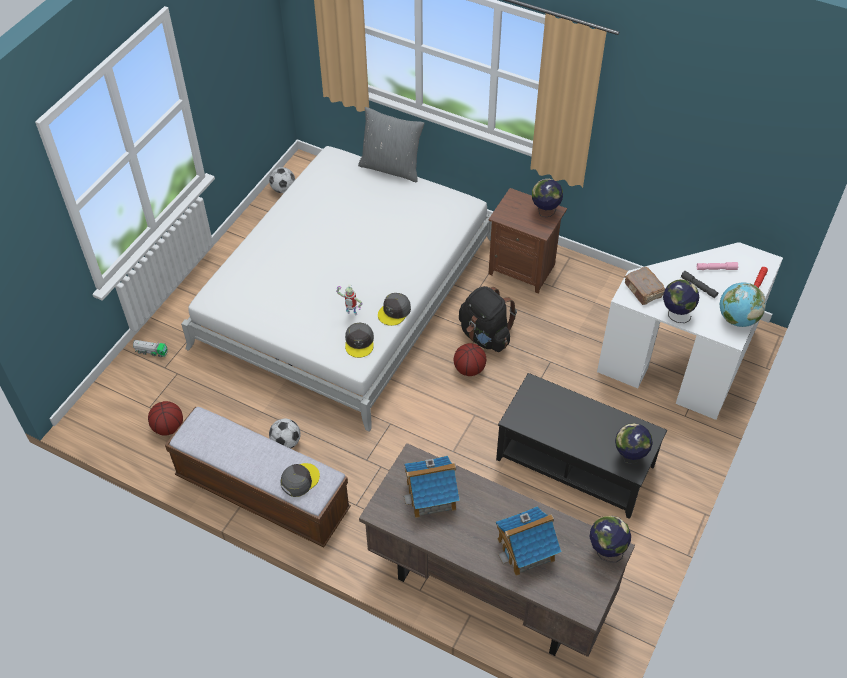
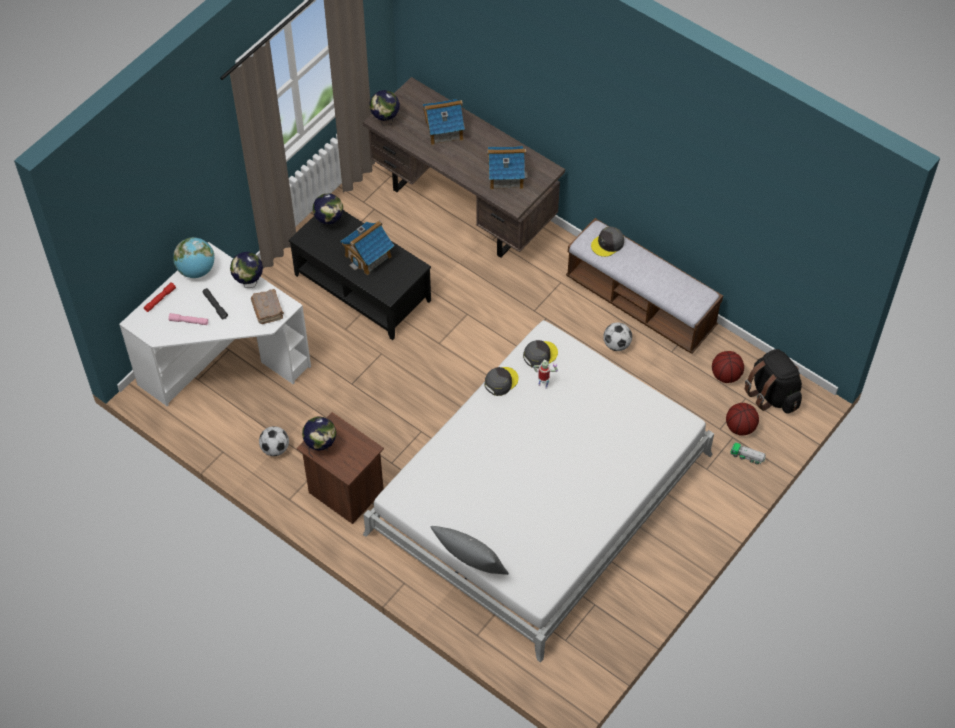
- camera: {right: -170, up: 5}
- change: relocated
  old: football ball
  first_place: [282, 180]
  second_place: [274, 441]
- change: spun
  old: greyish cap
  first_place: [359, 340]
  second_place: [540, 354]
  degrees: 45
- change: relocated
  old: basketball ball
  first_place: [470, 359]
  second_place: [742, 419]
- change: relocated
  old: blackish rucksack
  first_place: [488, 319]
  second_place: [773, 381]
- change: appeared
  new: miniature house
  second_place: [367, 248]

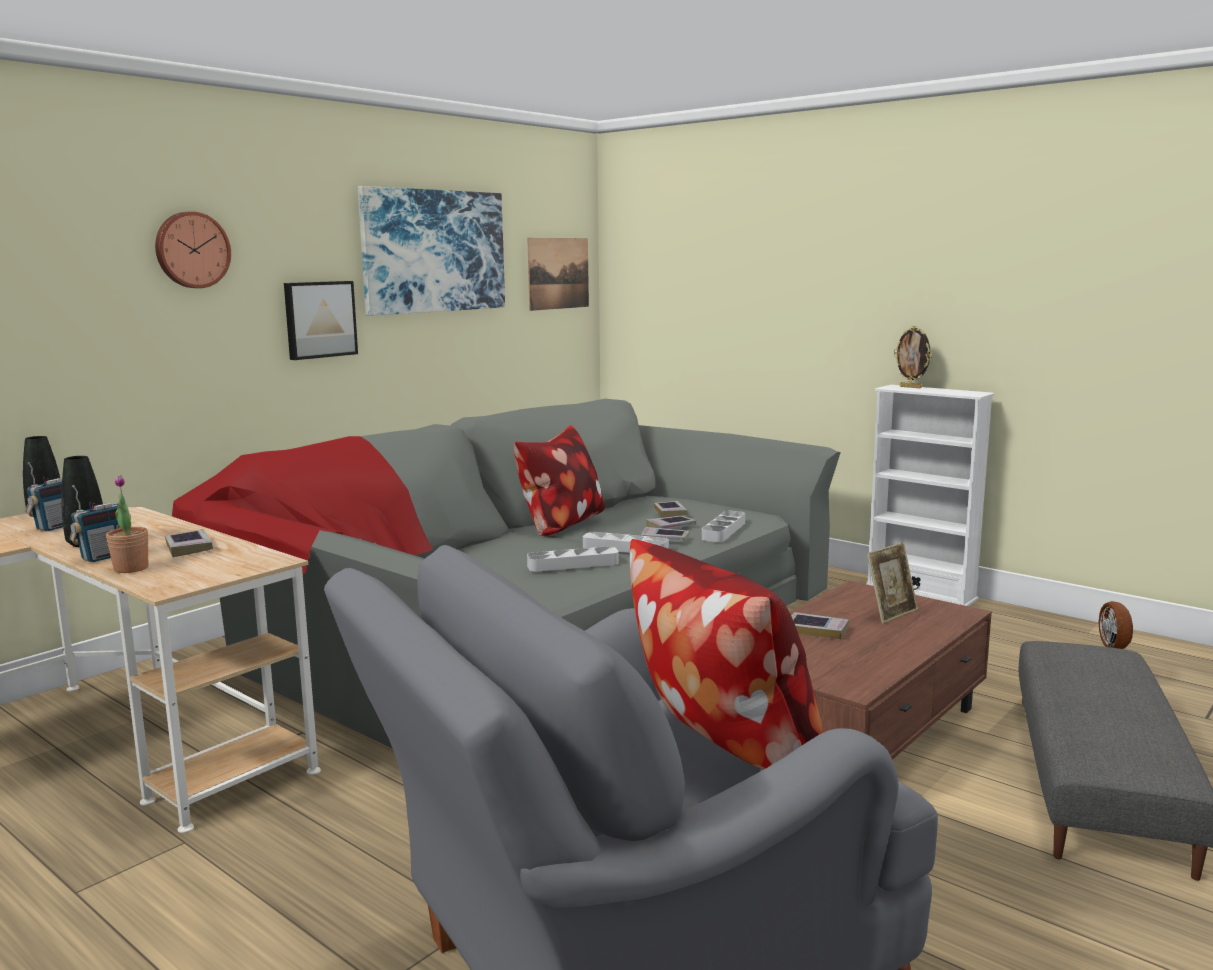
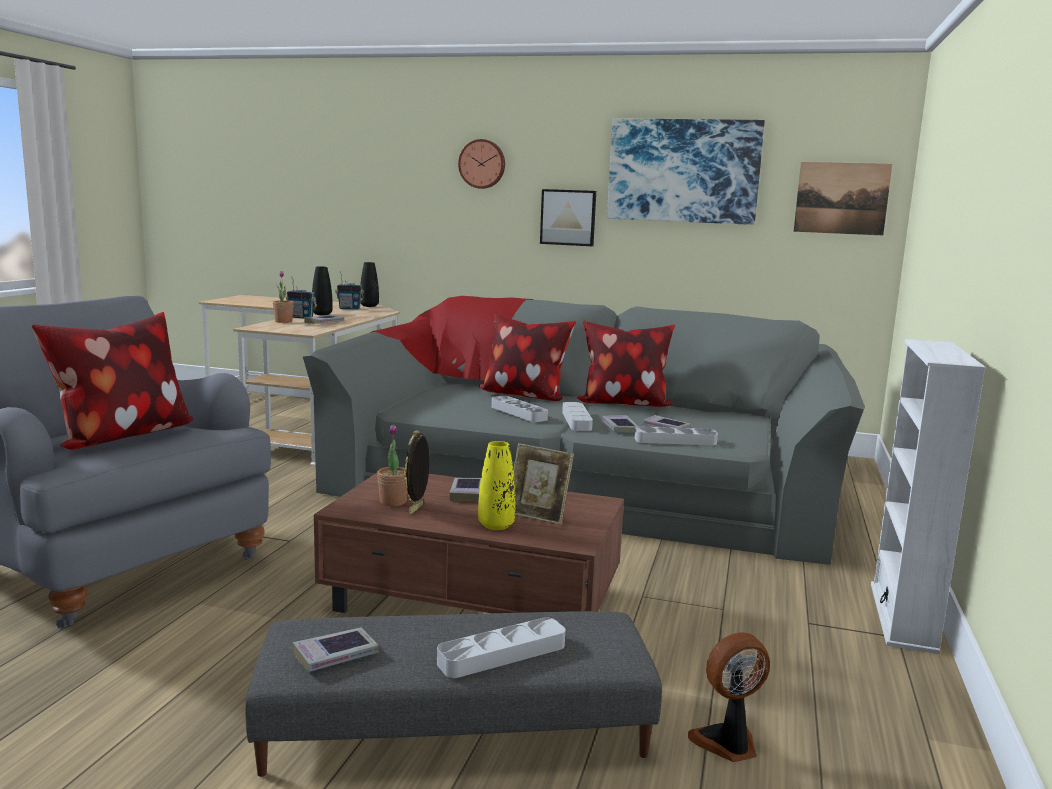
- camera: {right: 65, up: 0}
- change: relocated
  old: book
  first_place: [671, 509]
  second_place: [336, 650]
- change: relocated
  old: standing frame
  first_place: [913, 357]
  second_place: [416, 472]
- change: appeared
  new: houseplant
  second_place: [392, 465]
- change: appeared
  new: greyish serving tray
  second_place: [501, 647]
- change: appeared
  new: yellow flower vase
  second_place: [497, 485]
- change: appeared
  new: cushion
  second_place: [527, 357]

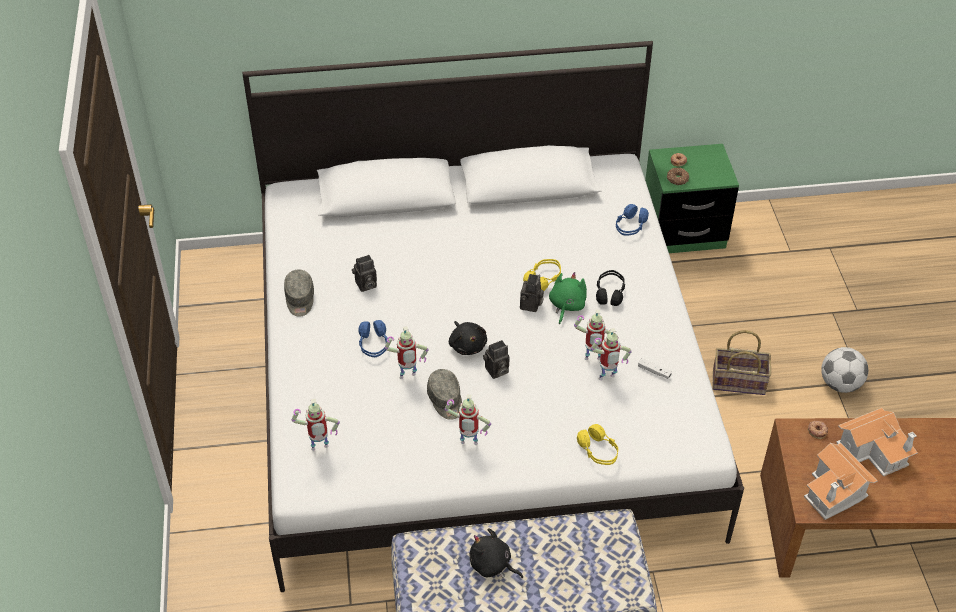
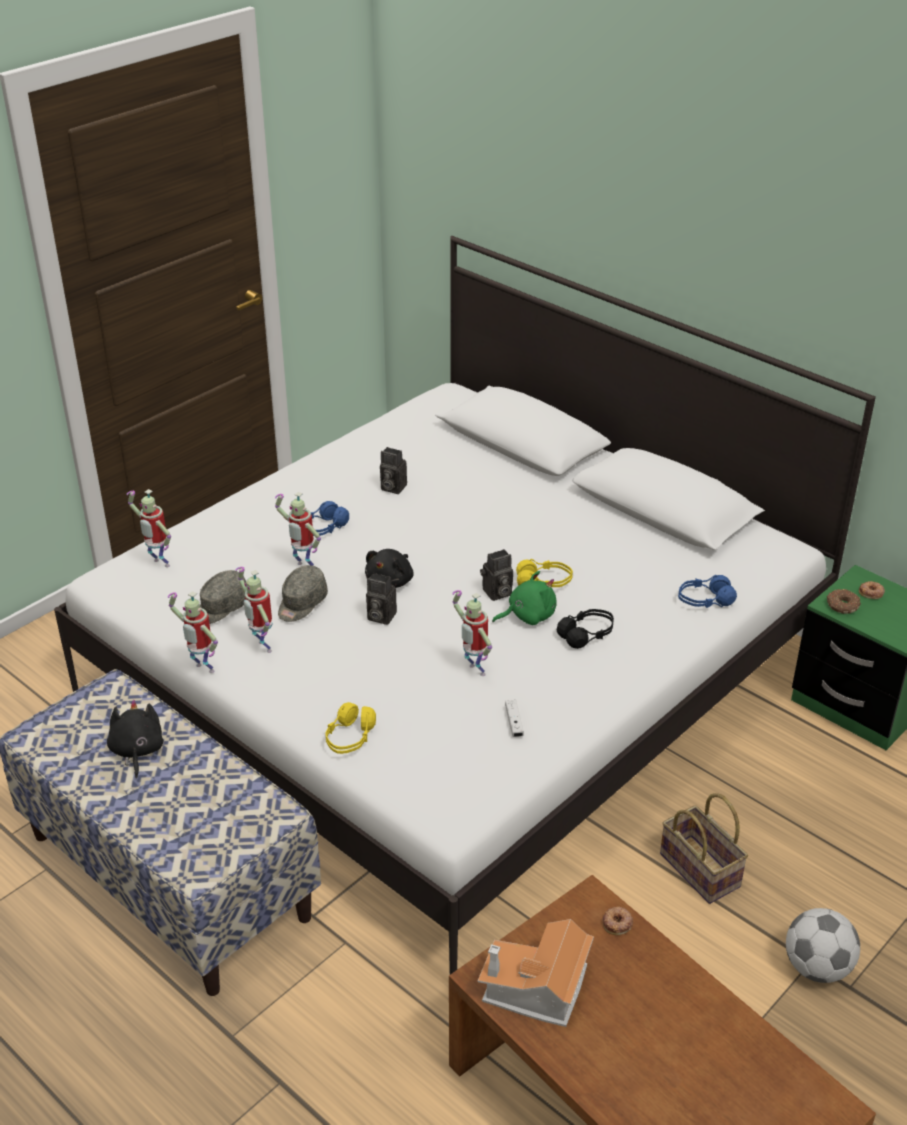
- camera: {right: 50, up: -10}
- change: relocated
  old: greyish cap
  first_place: [299, 293]
  second_place: [223, 597]
- change: relocated
  old: toy robot
  first_place: [611, 354]
  second_place: [193, 632]
- change: missing
  old: miniature house
  first_place: [877, 442]

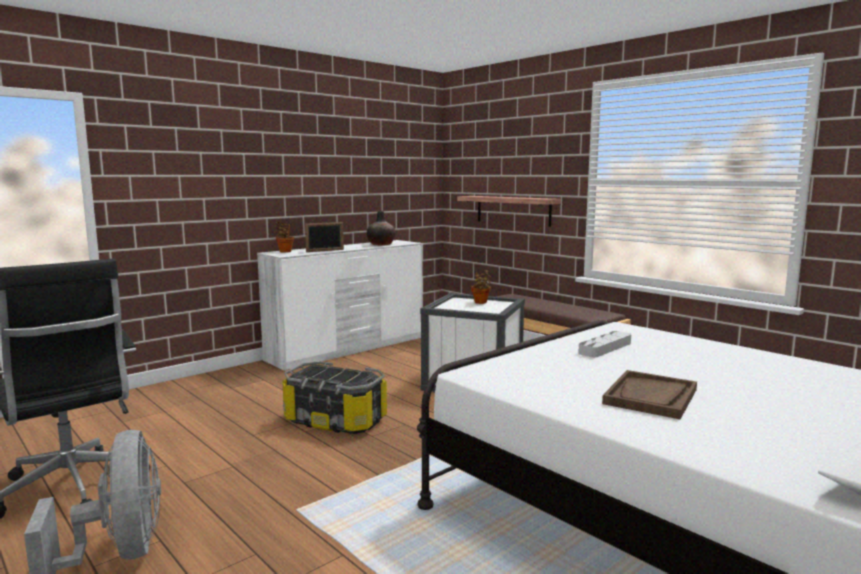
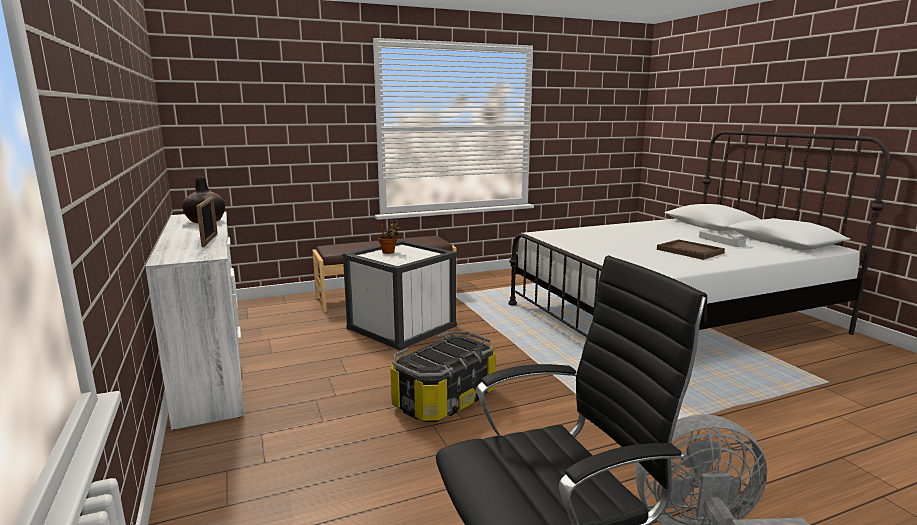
- camera: {right: -70, up: 5}
- change: missing
  old: houseplant
  first_place: [284, 237]
- change: missing
  old: wall shelf
  first_place: [509, 211]
- change: relocated
  old: greyish serving tray
  first_place: [604, 344]
  second_place: [722, 238]

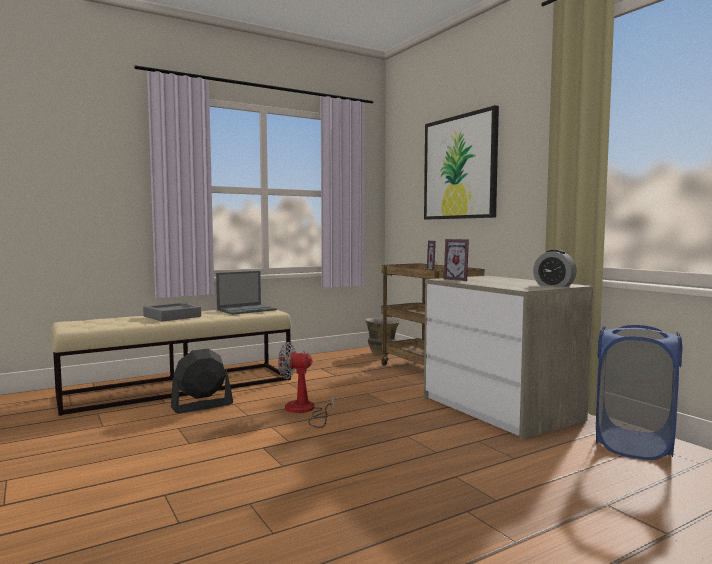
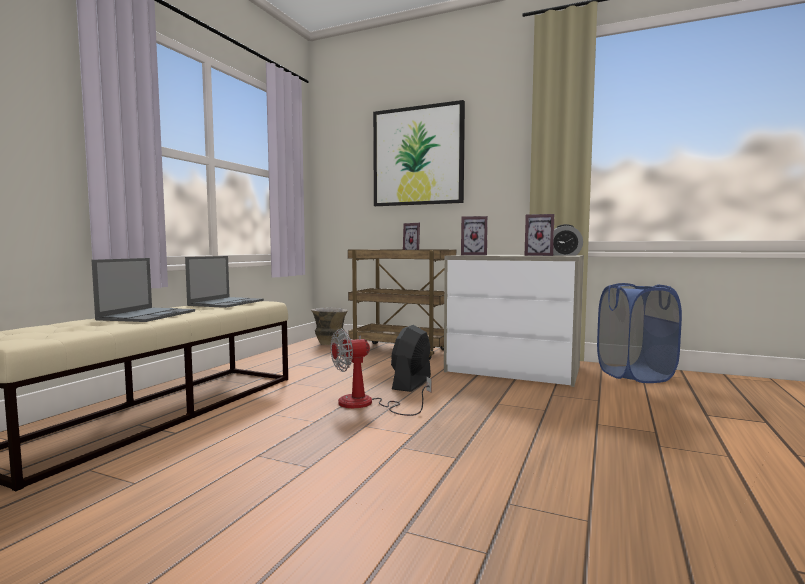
- camera: {right: -35, up: 0}
- change: exchanged
  old: greyish serving tray
  new: portable computer
  first_place: [172, 312]
  second_place: [143, 290]
- change: relocated
  old: blackish fan
  first_place: [202, 381]
  second_place: [411, 358]
- change: appeared
  new: standing frame
  second_place: [539, 235]

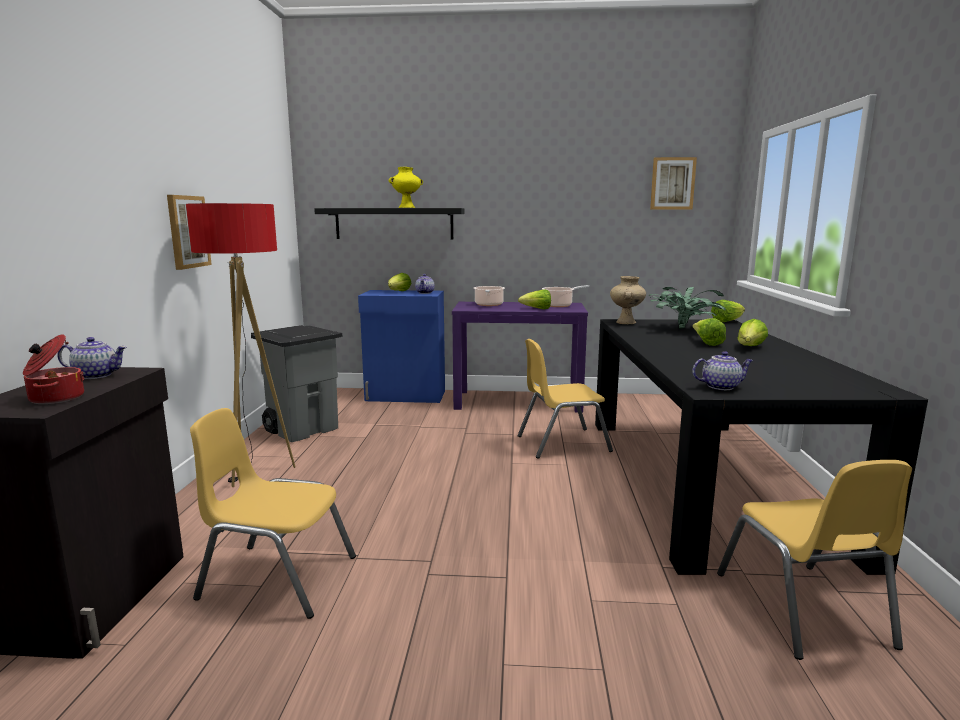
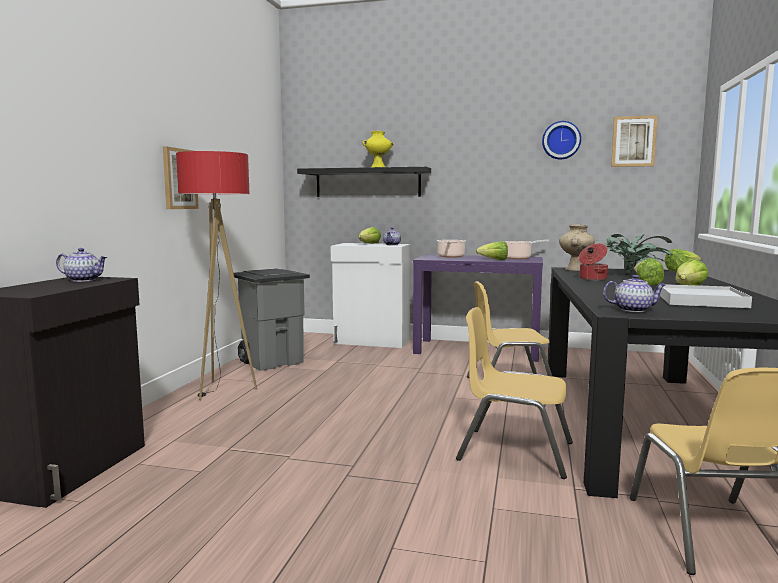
- camera: {right: 10, up: -5}
- change: relocated
  old: stockpot
  first_place: [54, 369]
  second_place: [593, 262]
- change: relocated
  old: yellow plain chair
  first_place: [273, 513]
  second_place: [514, 393]
- change: colour
  old: blue cupboard
  new: whitish cupboard
  first_place: [401, 346]
  second_place: [371, 295]
- change: appeared
  new: clock on the wall
  second_place: [561, 140]
- change: appeared
  new: whitish serving tray
  second_place: [706, 296]

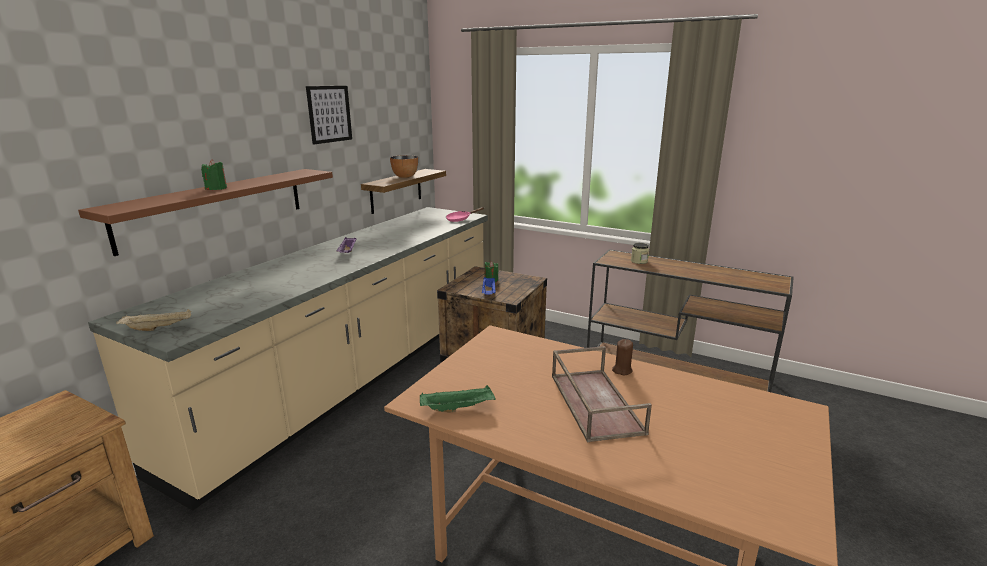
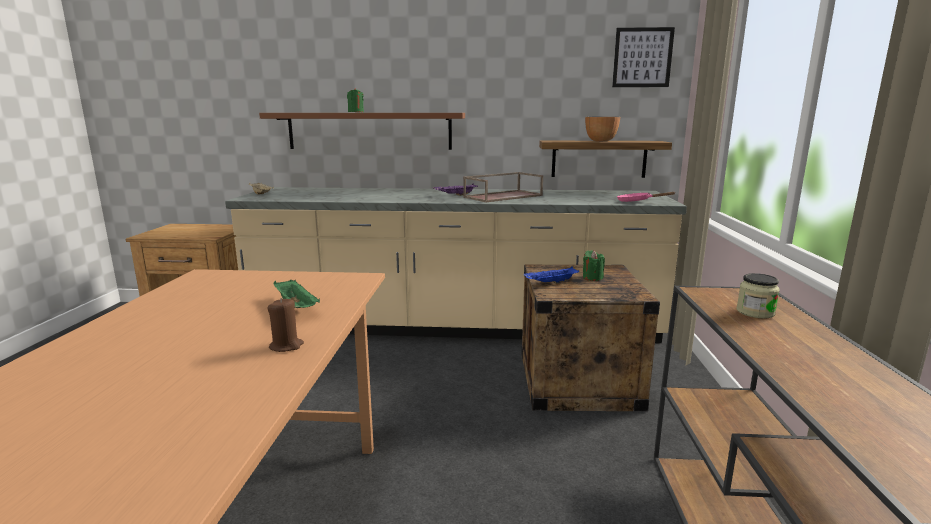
- camera: {right: 65, up: -5}
- change: relocated
  old: wall art
  first_place: [329, 115]
  second_place: [643, 57]
- change: relocated
  old: green-coloured serving tray
  first_place: [458, 398]
  second_place: [297, 294]
- change: relocated
  old: brown serving tray
  first_place: [602, 394]
  second_place: [503, 187]

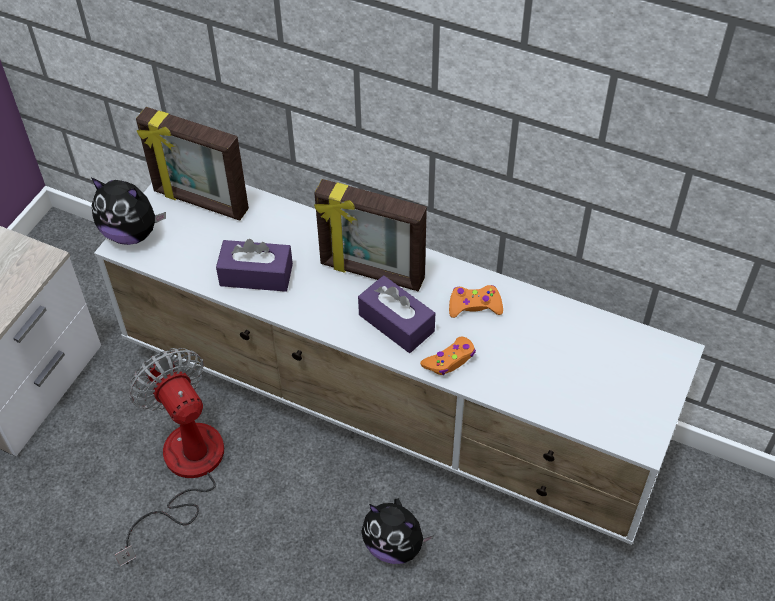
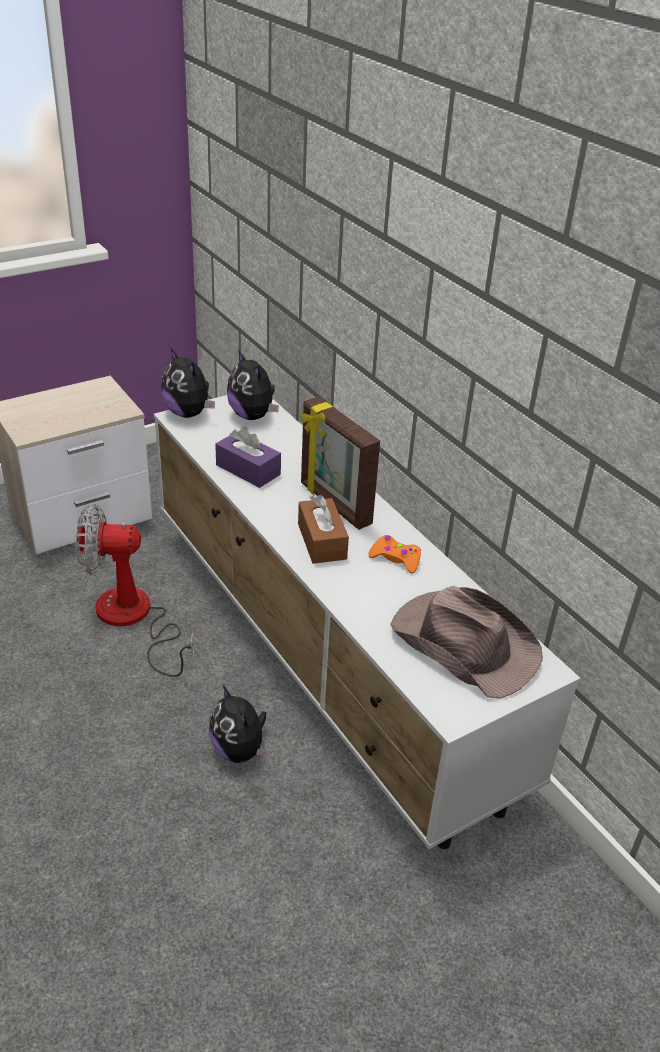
- camera: {right: 30, up: -15}
- change: spun
  old: fan
  first_place: [169, 457]
  second_place: [135, 590]
  degrees: -90
- change: exchanged
  old: standing frame
  new: soft toy
  first_place: [192, 164]
  second_place: [253, 385]
- change: colour
  old: purplish tissue box
  new: brown tissue box
  first_place: [396, 314]
  second_place: [323, 529]
- change: missing
  old: orange-coloured joypad
  first_place: [448, 356]
- change: appeared
  new: brown wearable hat
  second_place: [466, 642]

